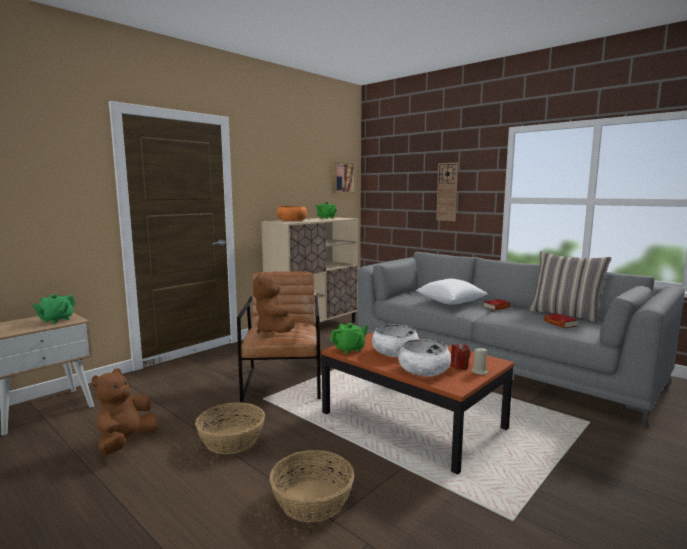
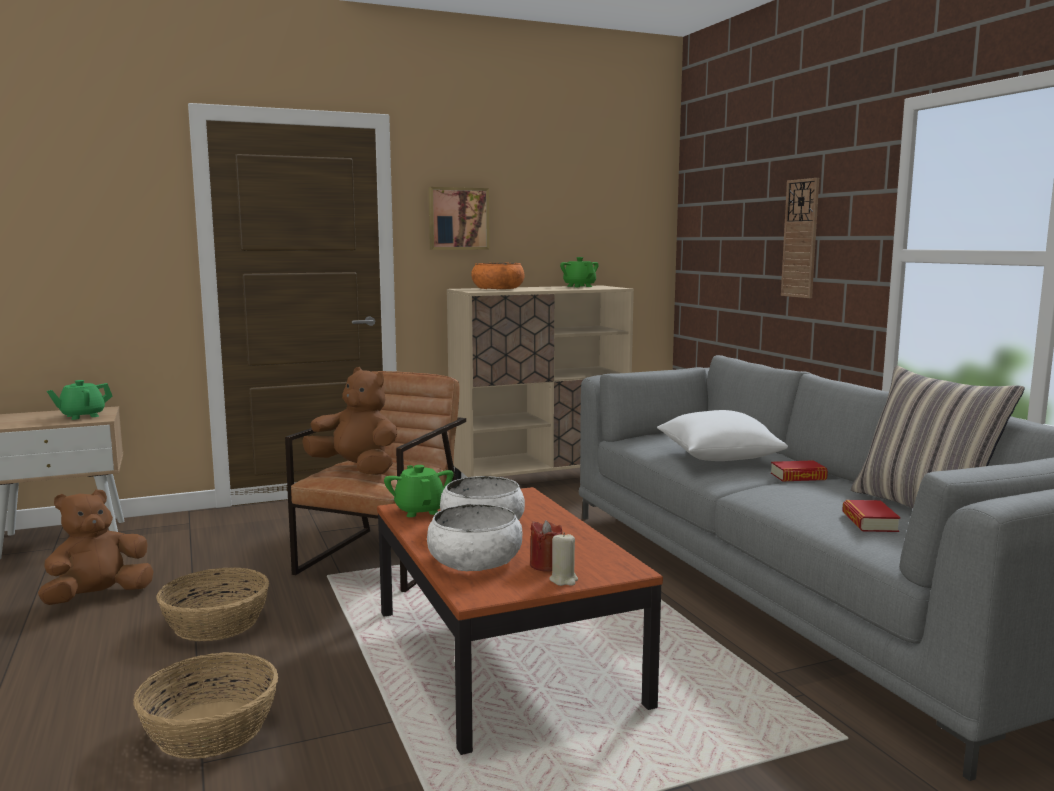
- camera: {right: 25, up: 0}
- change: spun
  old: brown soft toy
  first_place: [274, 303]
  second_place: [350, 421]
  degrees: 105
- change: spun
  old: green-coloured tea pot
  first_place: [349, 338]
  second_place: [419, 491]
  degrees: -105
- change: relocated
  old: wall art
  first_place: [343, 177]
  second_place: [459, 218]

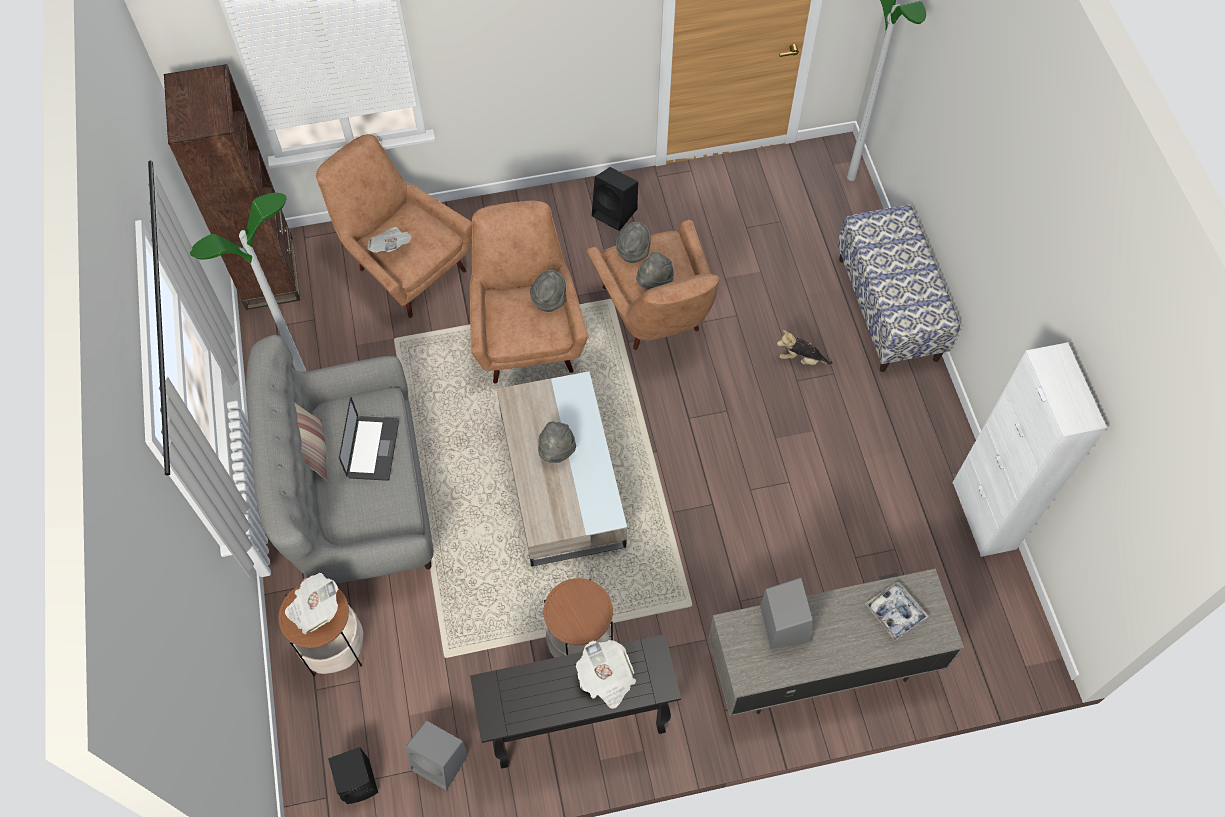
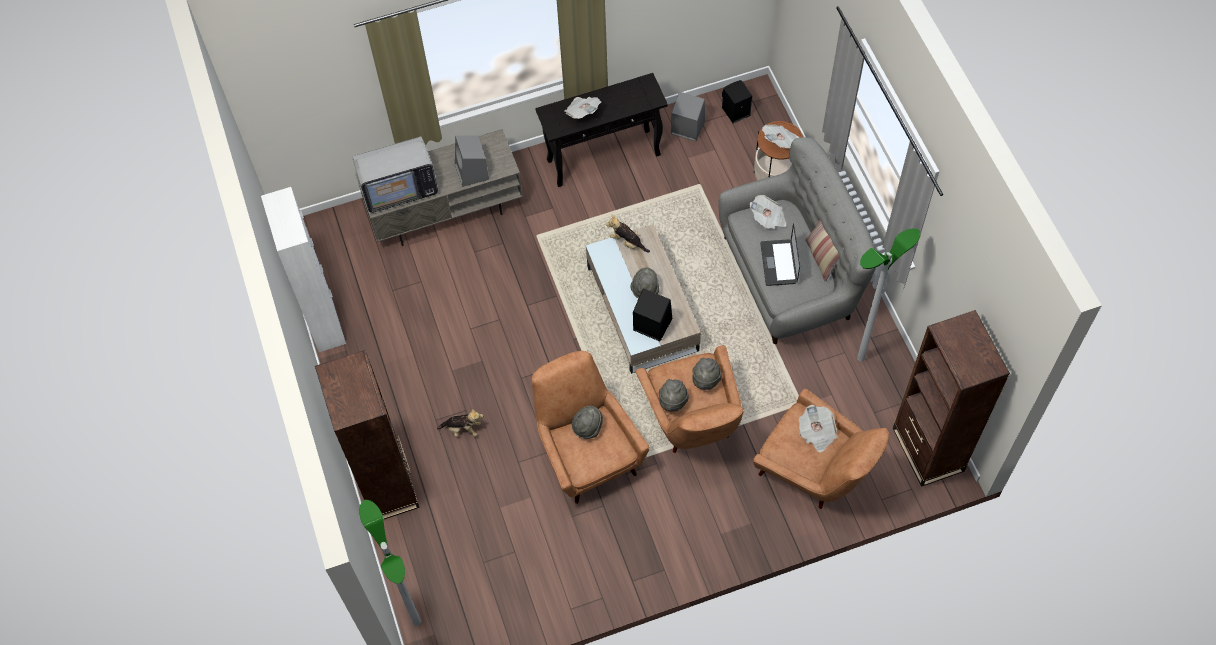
- camera: {right: 175, up: 0}
- change: missing
  old: side table
  first_place: [578, 618]
- change: relocated
  old: blackish loudspeaker
  first_place: [615, 199]
  second_place: [652, 314]
- change: relocated
  old: greyish wearable hat
  first_place: [633, 242]
  second_place: [707, 374]
- change: exchanged
  old: indoor bench
  new: brown bookcase
  first_place: [898, 288]
  second_place: [367, 434]
- change: exchanged
  old: serving tray
  new: TV
  first_place: [897, 611]
  second_place: [395, 175]
- change: appeared
  new: soft toy
  second_place: [628, 233]
- change: appeared
  new: printed paper
  second_place: [768, 212]

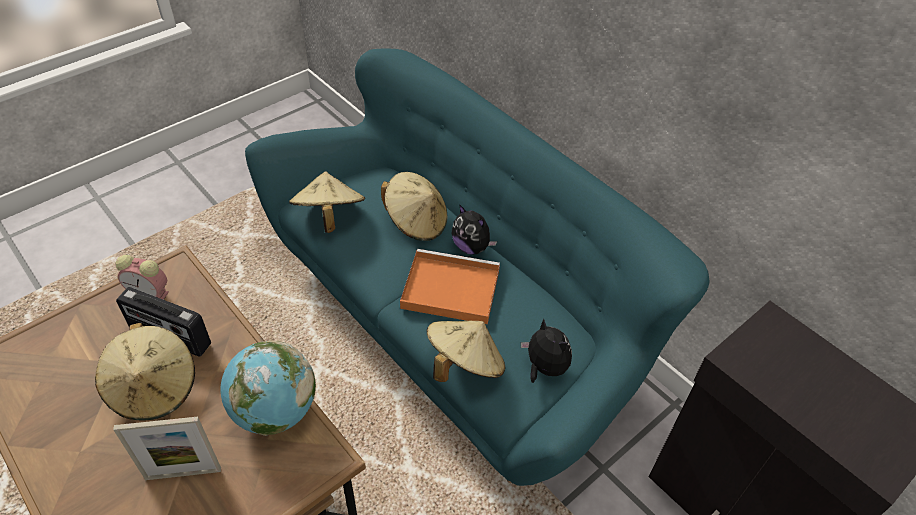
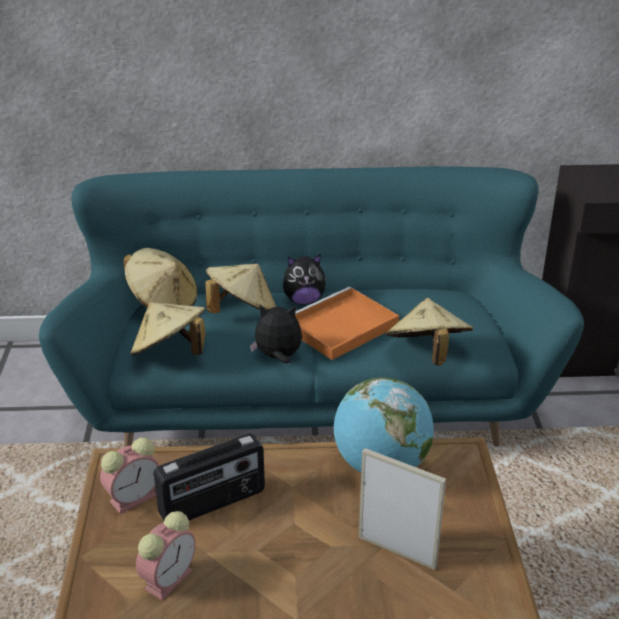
- camera: {right: -50, up: -15}
- change: relocated
  old: beige wearable hat
  first_place: [145, 372]
  second_place: [160, 278]
- change: spun
  old: standing frame
  first_place: [167, 448]
  second_place: [402, 509]
  degrees: -90
- change: relocated
  old: soft toy
  first_place: [546, 351]
  second_place: [276, 334]
- change: appeared
  new: table clock
  second_place: [166, 555]

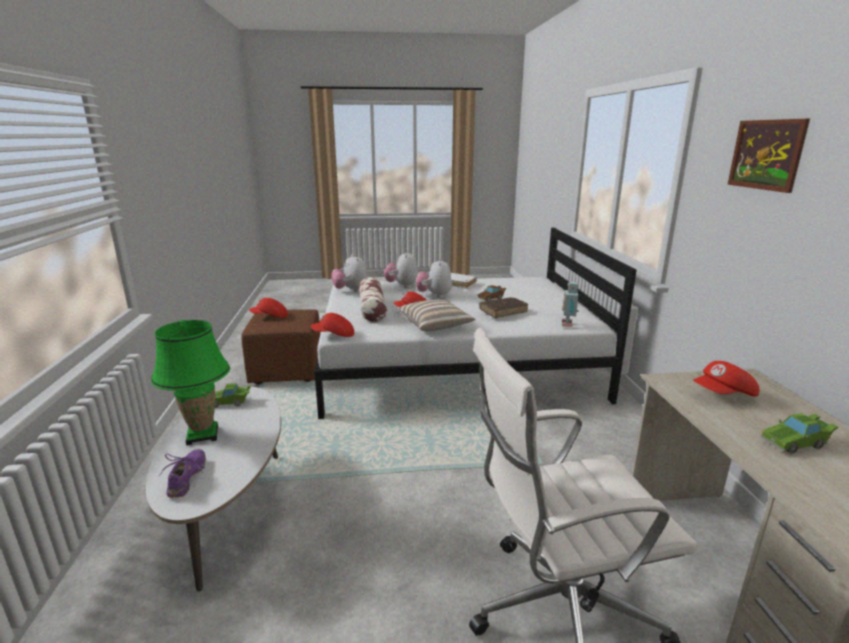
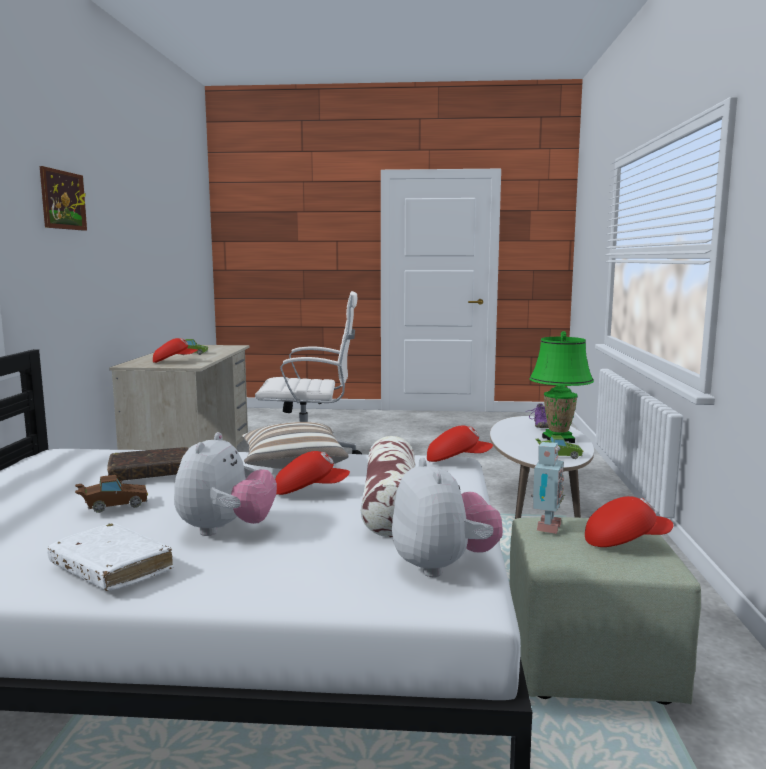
- camera: {right: -170, up: -10}
- change: colour
  old: brown footrest
  new: green-coloured footrest
  first_place: [281, 346]
  second_place: [605, 611]
- change: missing
  old: soft toy
  first_place: [401, 269]
- change: relocated
  old: toy robot
  first_place: [570, 304]
  second_place: [548, 488]

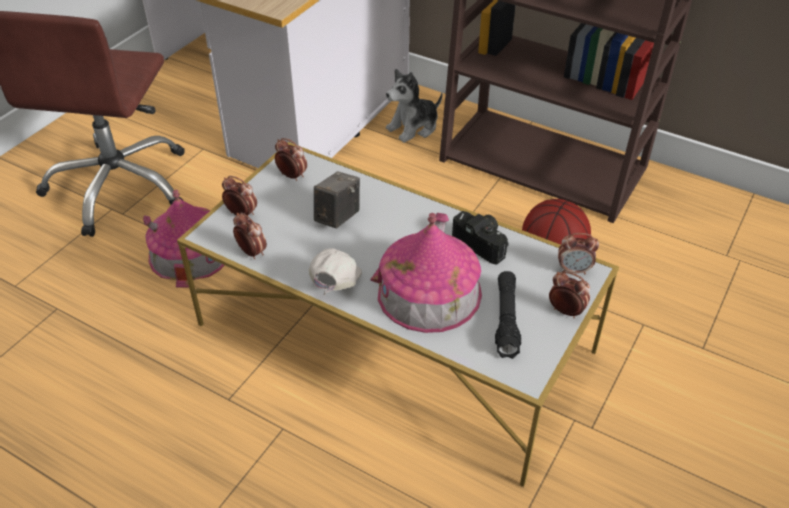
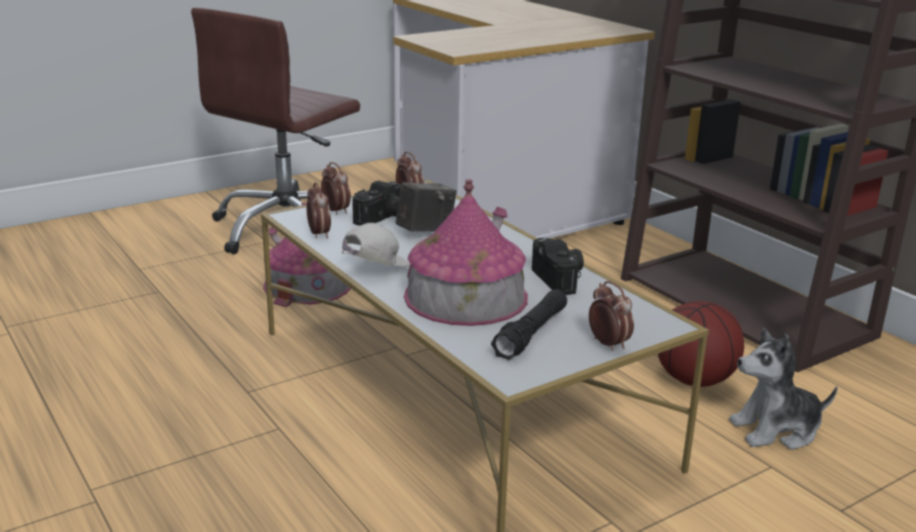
- camera: {right: 25, up: -20}
- change: relocated
  old: soft toy
  first_place: [414, 106]
  second_place: [783, 389]
- change: missing
  old: table clock
  first_place: [578, 254]
- change: appeared
  new: photo camera
  second_place: [376, 203]

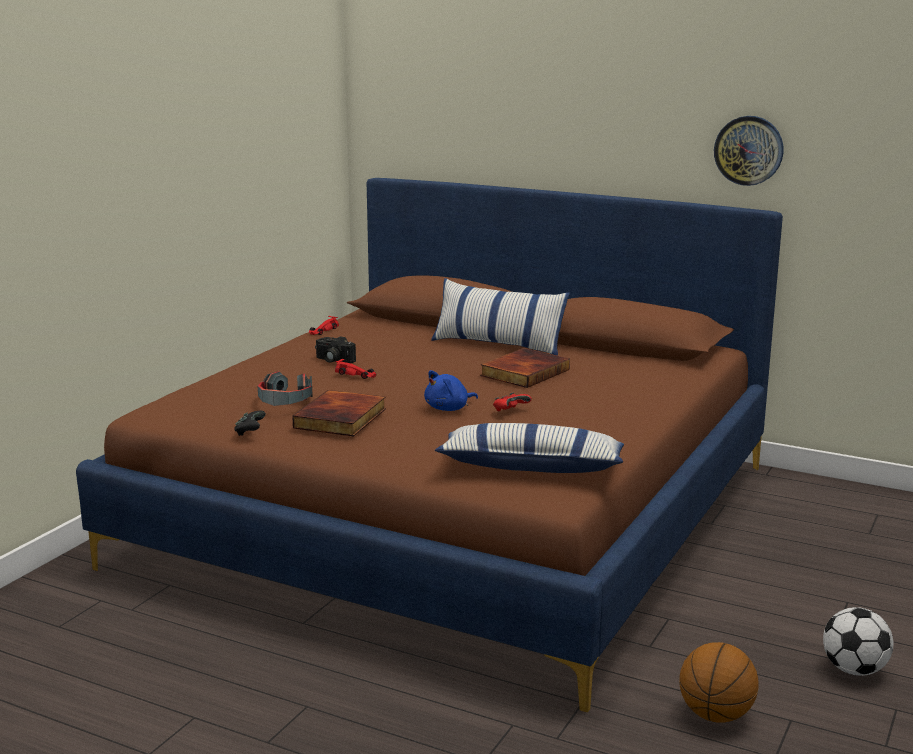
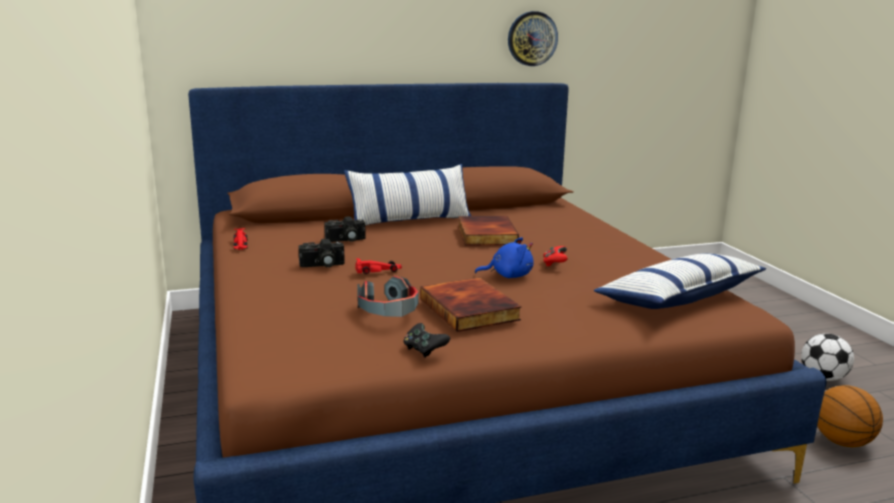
- camera: {right: -45, up: 0}
- change: spun
  old: blue soft toy
  first_place: [451, 390]
  second_place: [504, 257]
  degrees: -105
- change: appeared
  new: photo camera
  second_place: [345, 229]

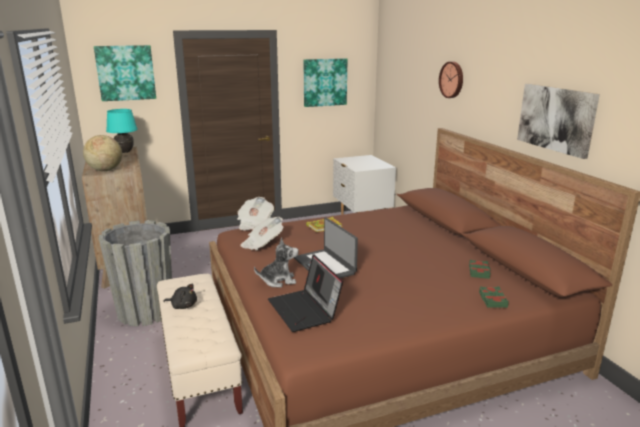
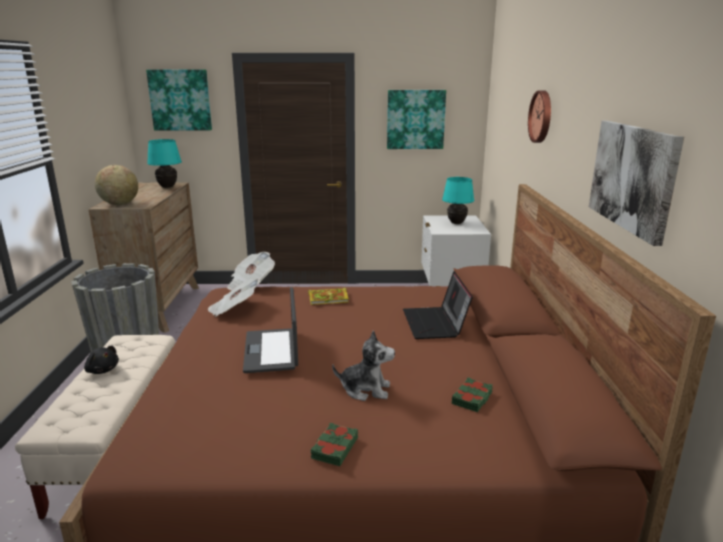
- camera: {right: 20, up: 0}
- change: relocated
  old: soft toy
  first_place: [276, 262]
  second_place: [363, 365]
- change: relocated
  old: portable computer
  first_place: [305, 293]
  second_place: [438, 305]
- change: relocated
  old: green-coloured book
  first_place: [494, 297]
  second_place: [334, 444]
- change: appeared
  new: turquoise-coloured table lamp
  second_place: [458, 200]

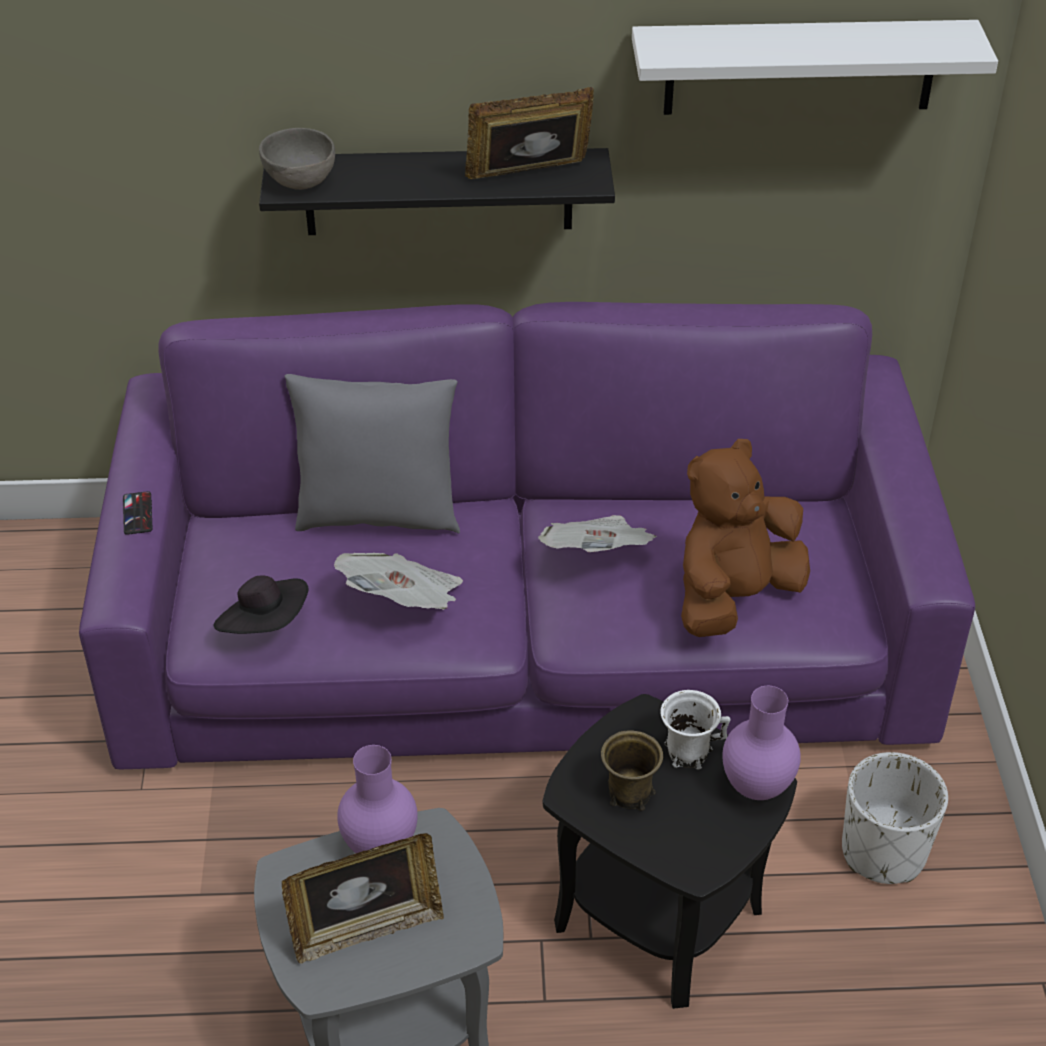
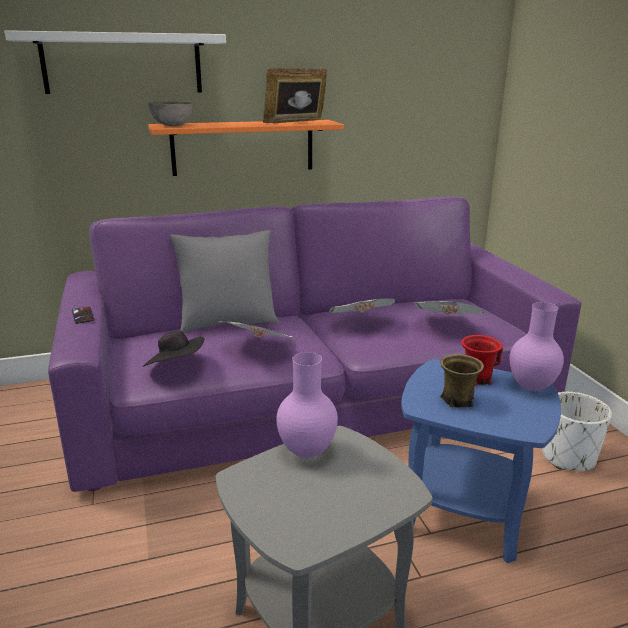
- camera: {right: -15, up: -20}
- change: colour
  old: blackish wall shelf
  new: orange-coloured wall shelf
  first_place: [437, 191]
  second_place: [246, 148]
- change: missing
  old: standing frame
  first_place: [363, 898]
- change: colour
  old: blackish side table
  new: blue side table
  first_place: [670, 851]
  second_place: [481, 461]
- change: relocated
  old: whitish wall shelf
  first_place: [815, 67]
  second_place: [115, 62]
- change: colour
  old: whitish mug
  new: red mug
  first_place: [695, 730]
  second_place: [482, 360]
- change: exchanged
  old: brown soft toy
  new: printed paper
  first_place: [745, 538]
  second_place: [448, 308]

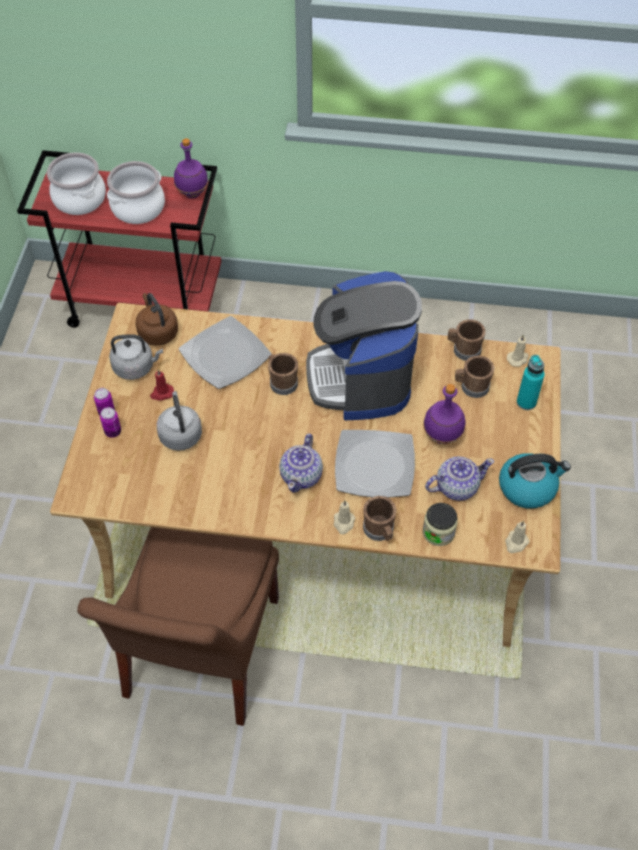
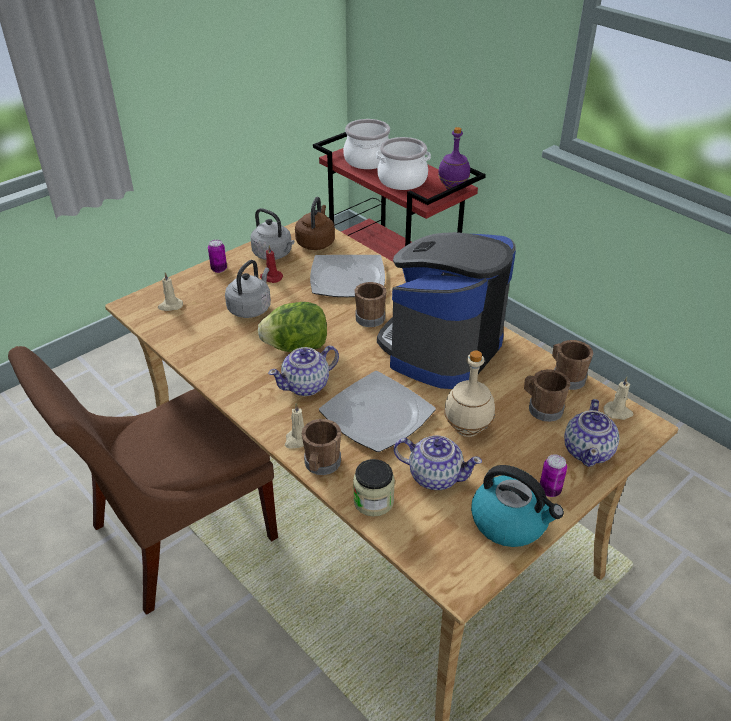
- camera: {right: 40, up: -15}
- change: relocated
  old: can
  first_place: [110, 422]
  second_place: [553, 475]
- change: colour
  old: purplish bottle
  new: beige bottle
  first_place: [444, 414]
  second_place: [469, 393]
- change: relocated
  old: beige candle
  first_place: [517, 536]
  second_place: [170, 291]
- change: exchanged
  old: turquoise-coloured bottle
  new: tea pot
  first_place: [531, 382]
  second_place: [591, 433]
- change: appeared
  new: head of lettuce
  second_place: [292, 327]

